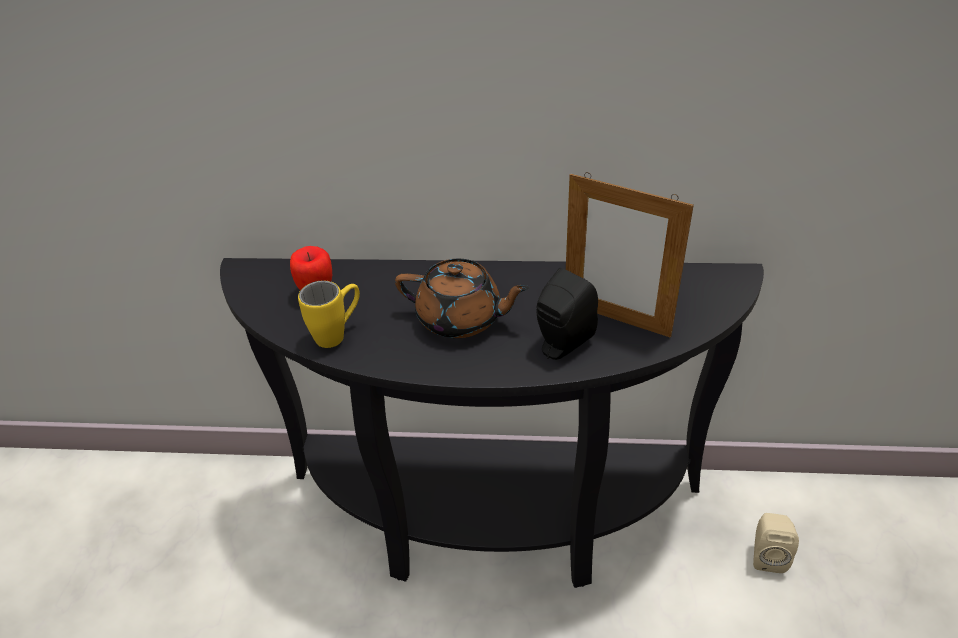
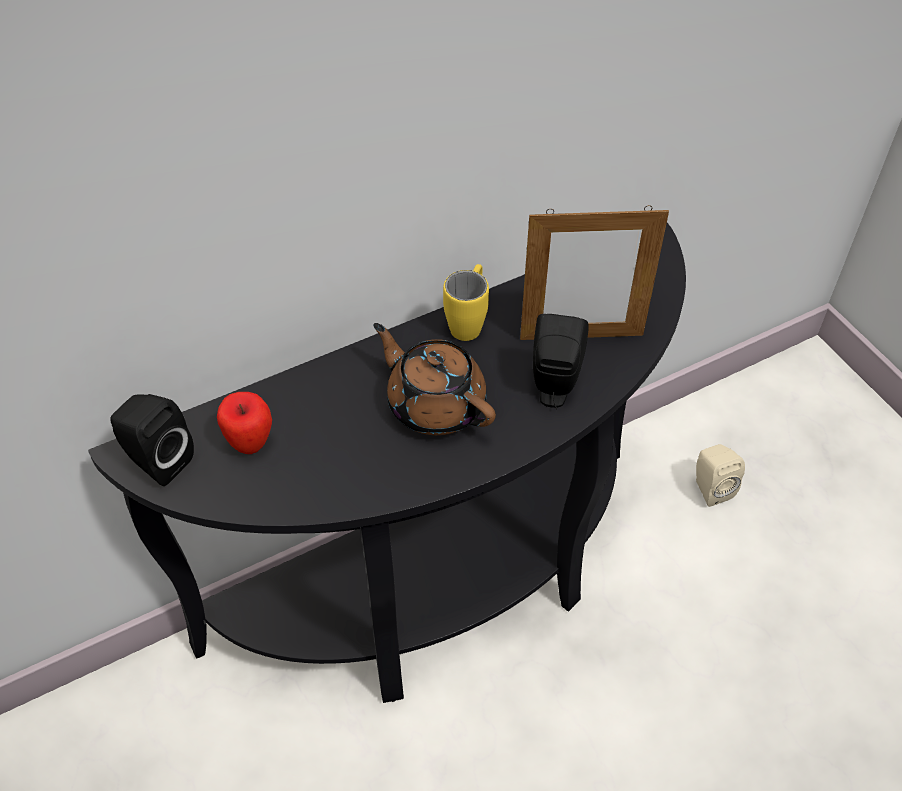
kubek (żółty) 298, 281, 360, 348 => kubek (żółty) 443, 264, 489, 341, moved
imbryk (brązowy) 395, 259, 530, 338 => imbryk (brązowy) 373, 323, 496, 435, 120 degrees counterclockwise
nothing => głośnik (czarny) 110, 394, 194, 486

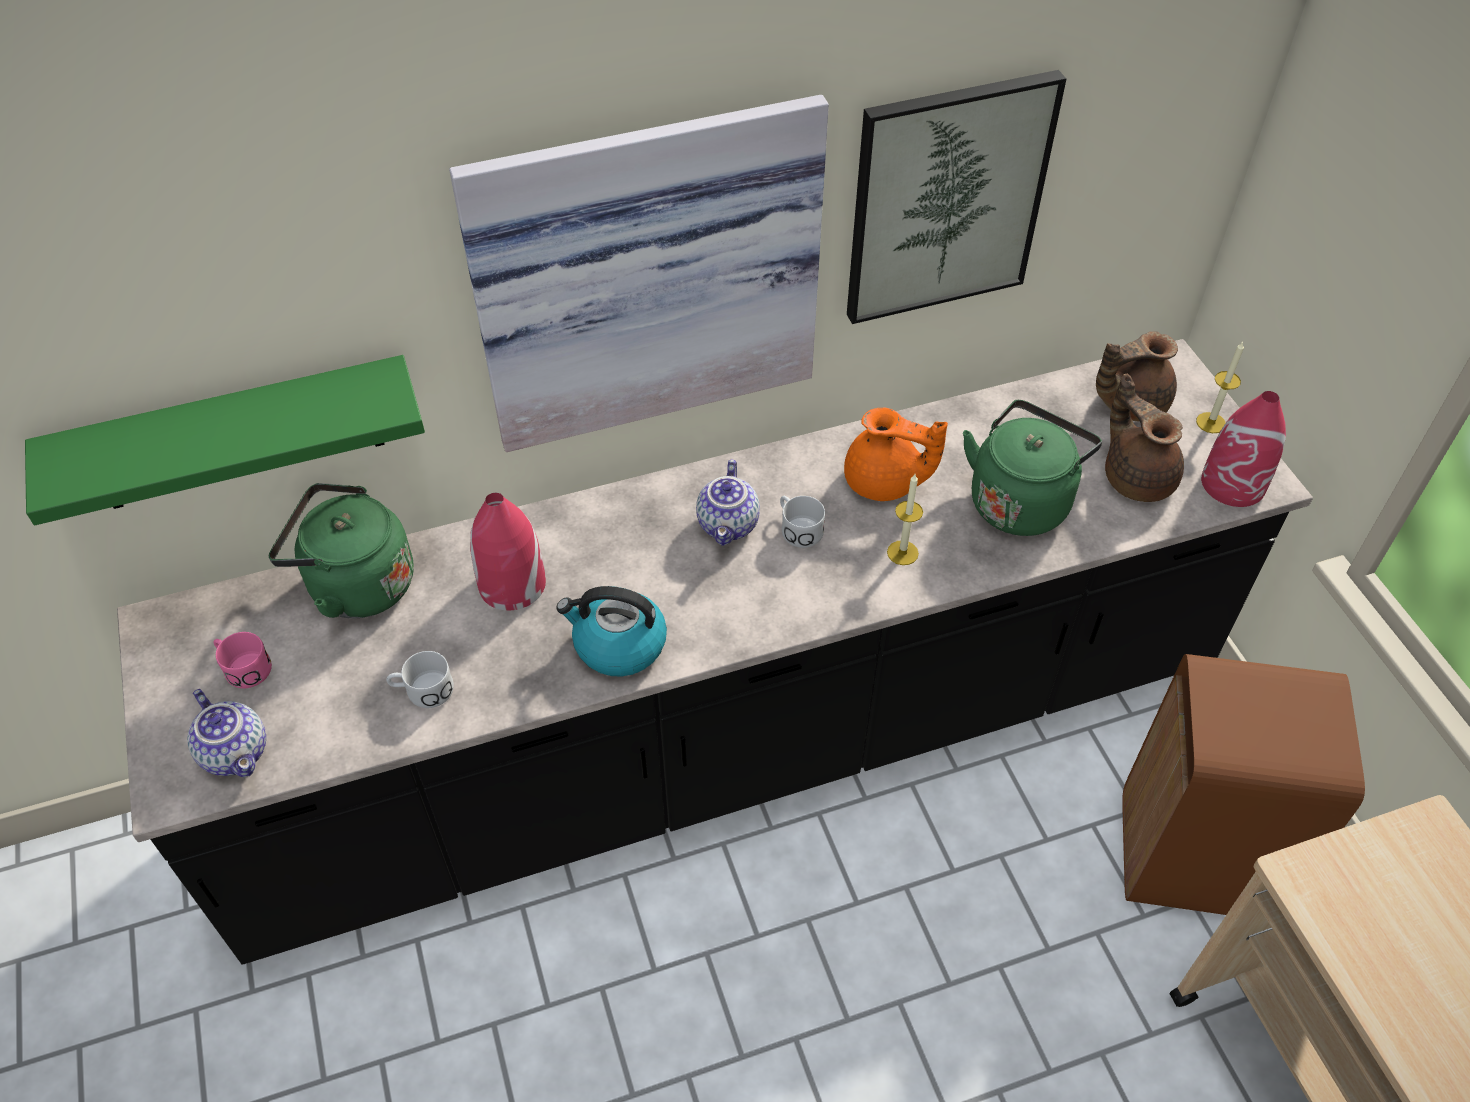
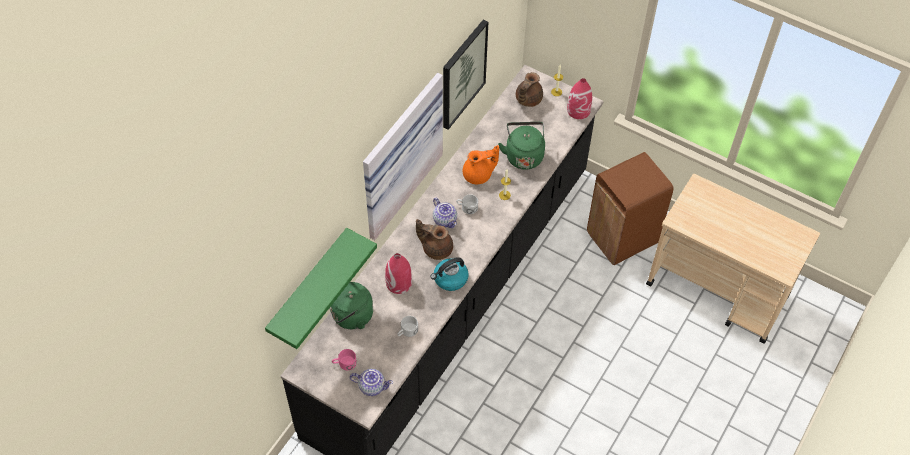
imbryk (brązowy) 1105, 374, 1184, 502 => imbryk (brązowy) 416, 219, 453, 260, moved

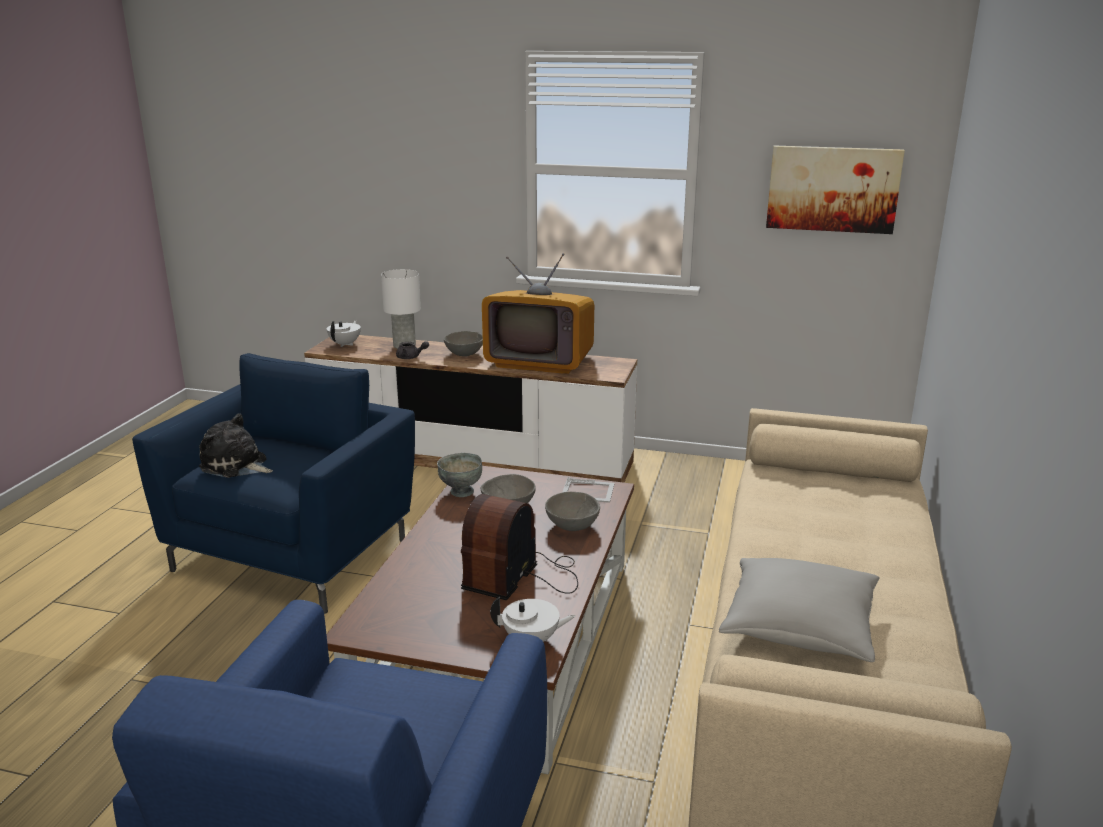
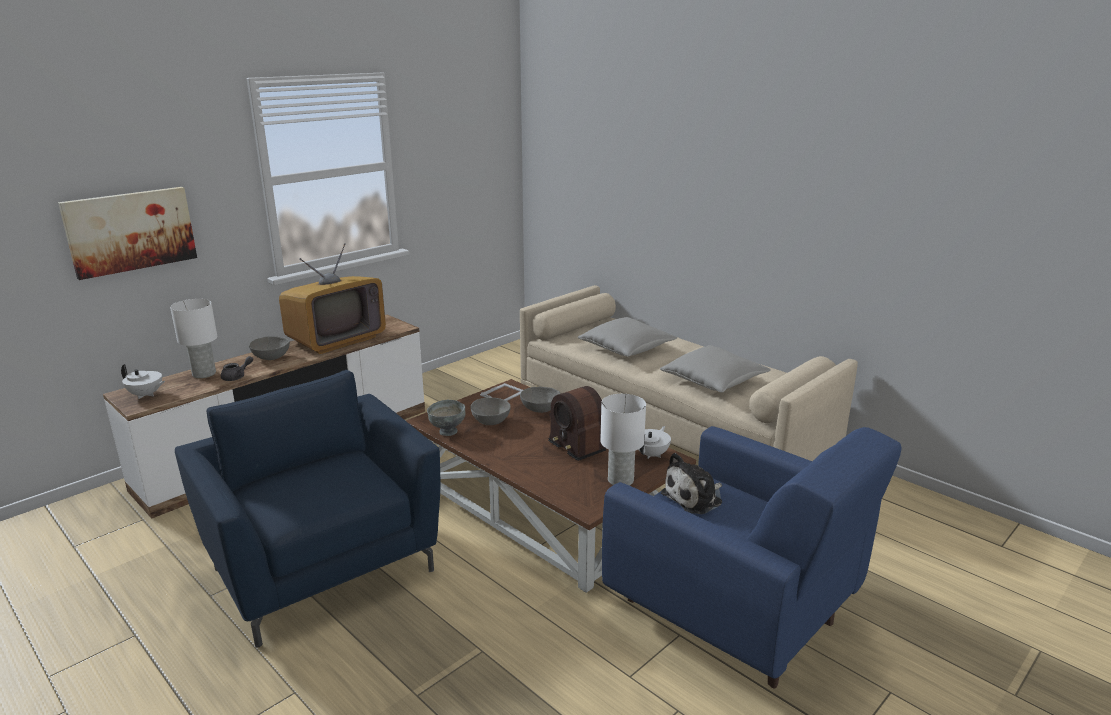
pluszak 199, 414, 273, 478 => pluszak 661, 453, 722, 514, moved
imbryk (biały) 327, 320, 361, 347 => imbryk (biały) 121, 364, 165, 399, 150 degrees clockwise
obraz 766, 146, 905, 234 => obraz 58, 187, 197, 280, moved
nothing => poduszka (szary) 578, 317, 677, 357
nothing => lampa stołowa (biały) 600, 394, 646, 486

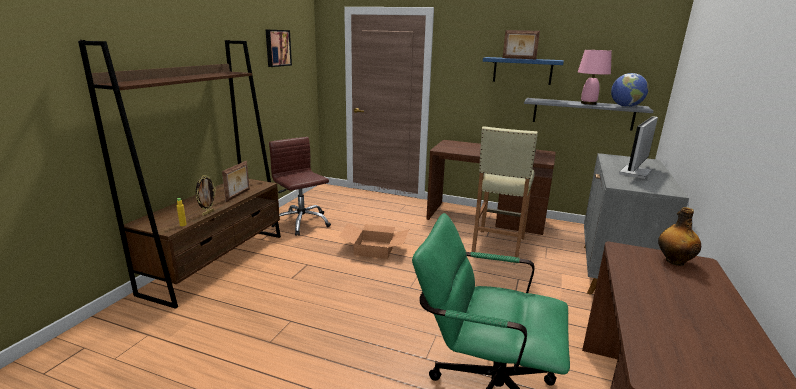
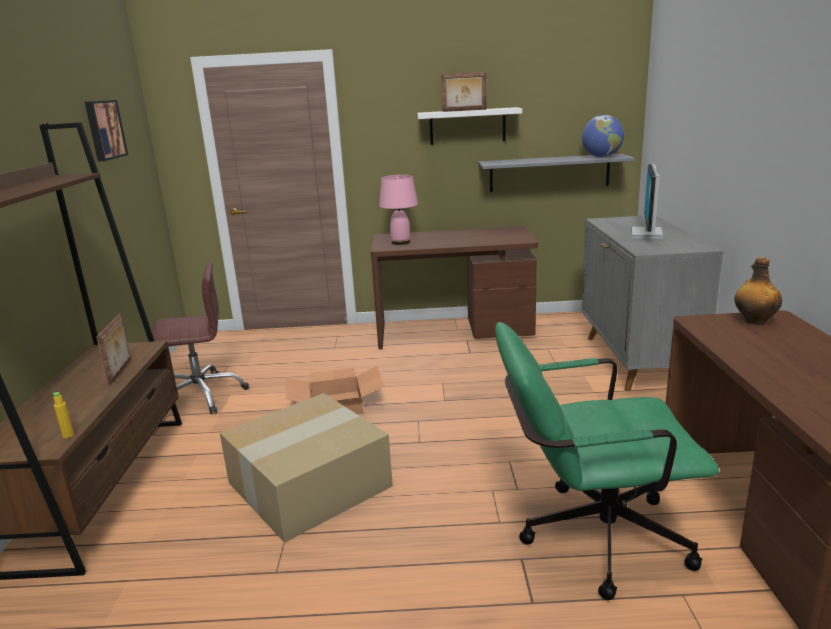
ramka na zdjęcie 196, 175, 216, 216 => nothing
krzesło biurowe (brązowy) 269, 137, 331, 236 => krzesło biurowe (brązowy) 152, 262, 249, 414, 135 degrees clockwise
stołek (beżowy) 471, 126, 538, 257 => nothing
półka (niebieski) 483, 57, 564, 85 => półka (biały) 417, 107, 522, 145
lampa stołowa (różowy) 578, 50, 612, 105 => lampa stołowa (różowy) 379, 175, 418, 245, moved
nothing => karton 220, 393, 393, 543

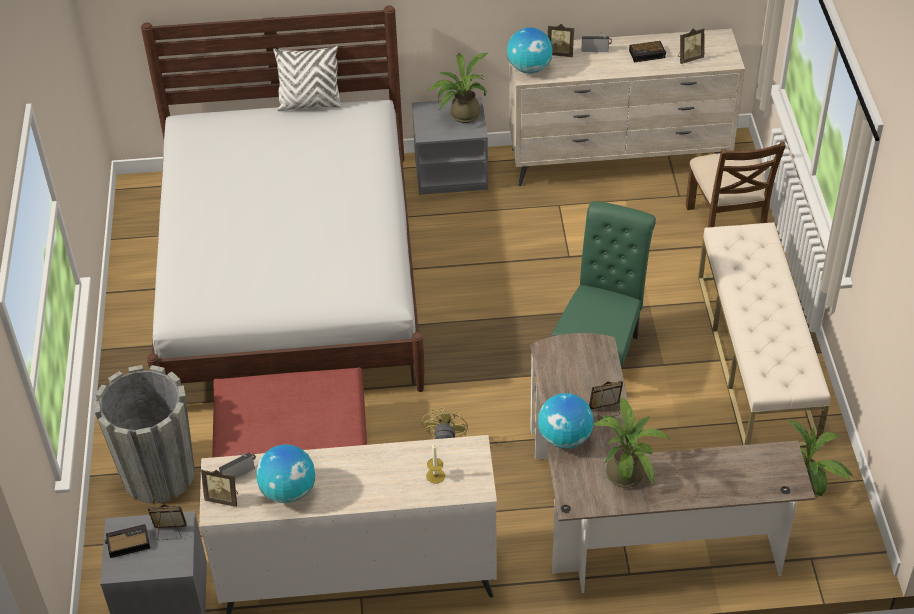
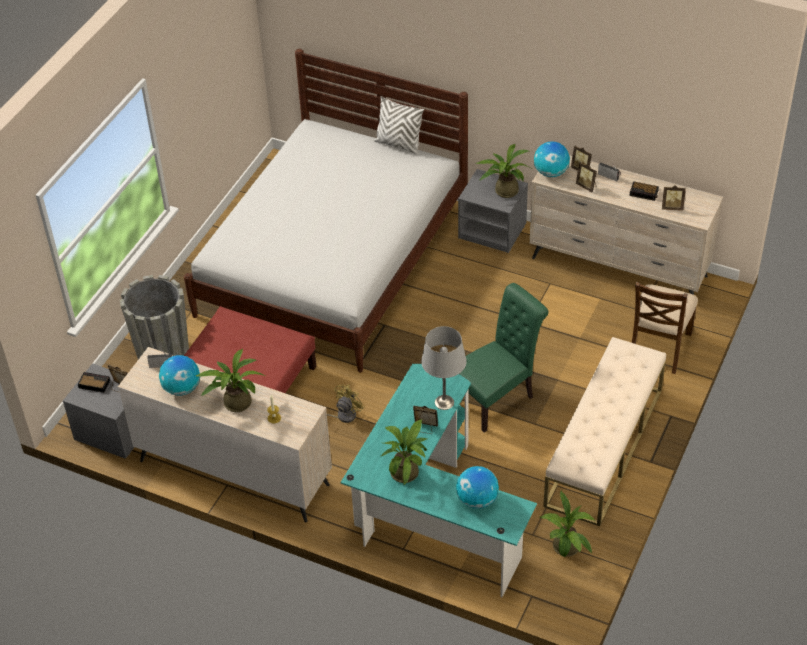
ramka na zdjęcie 201, 469, 238, 507 => ramka na zdjęcie 576, 162, 597, 192, moved
biurko (brązowy) 530, 333, 815, 593 => biurko (turkusowy) 341, 364, 537, 597
globus 538, 393, 593, 449 => globus 456, 466, 499, 509, moved
nothing => roślina doniczkowa 195, 349, 265, 412
nothing => lampa stołowa (szary) 421, 326, 467, 410

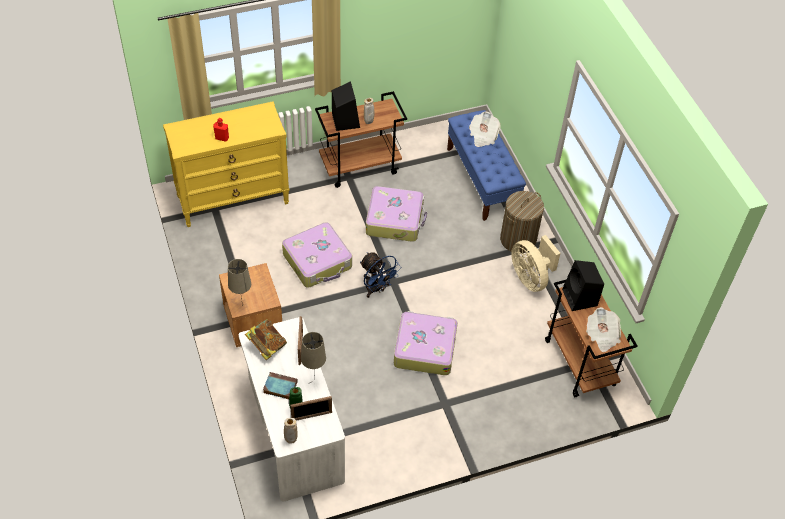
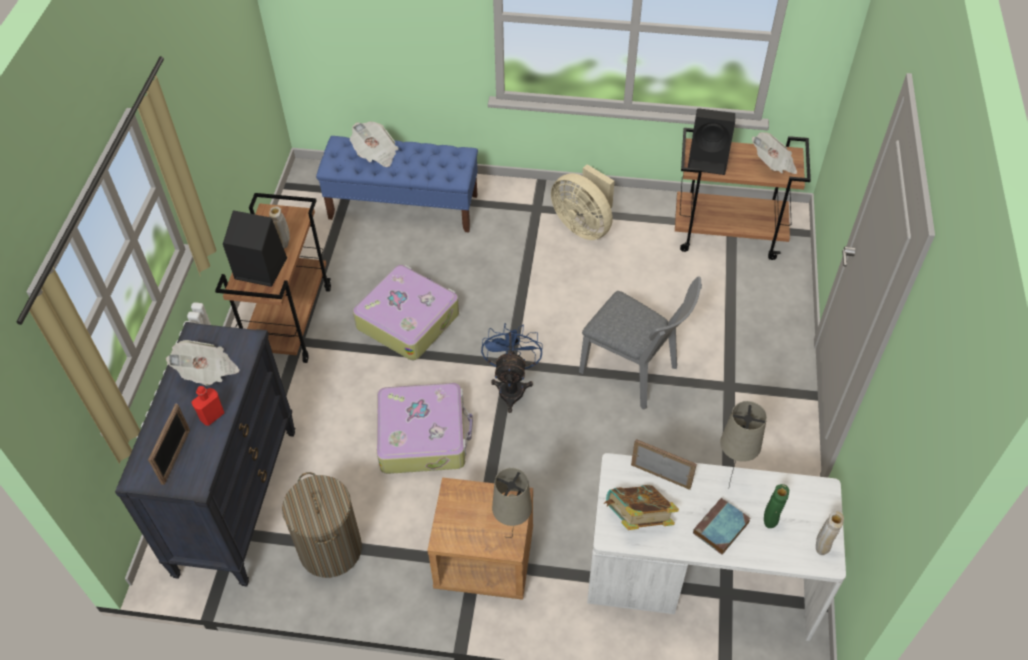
komoda (żółty) 163, 101, 290, 227 => komoda (czarny) 115, 322, 295, 586
ramka na zdjęcie 290, 396, 332, 421 => ramka na zdjęcie 148, 404, 190, 485, moved
wentylator (niebieski) 360, 252, 401, 298 => wentylator (niebieski) 481, 323, 543, 413, 75 degrees counterclockwise
walizka 394, 311, 458, 375 => krzesło (szary) 579, 276, 702, 410
kosz na pranie 500, 191, 544, 253 => kosz na pranie 282, 472, 362, 578, moved
wentylator (beżowy) 511, 235, 561, 292 => wentylator (beżowy) 551, 164, 615, 240, 45 degrees clockwise
nothing => gazeta 166, 340, 240, 386

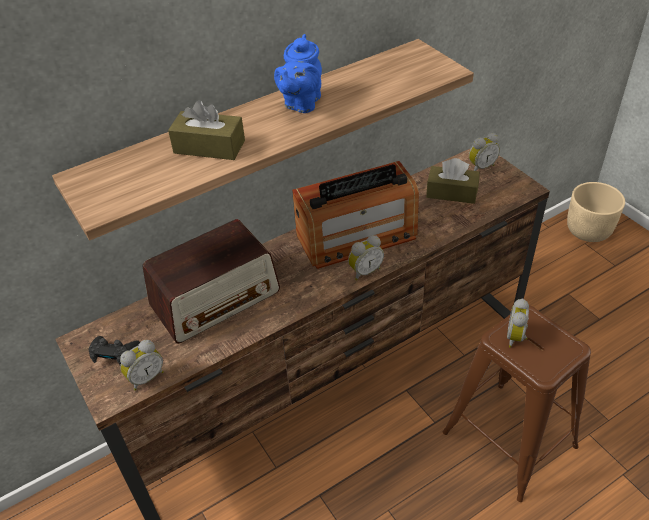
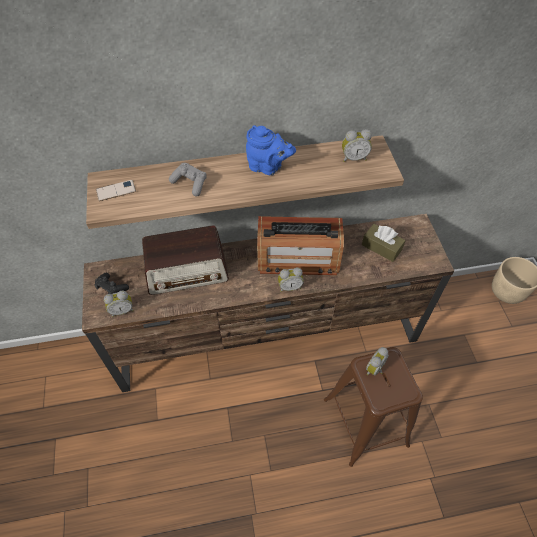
pudełko chusteczek (brązowy) 168, 100, 245, 160 => pad do gier (szary) 169, 163, 207, 197
imbryk (niebieski) 274, 34, 322, 113 => imbryk (niebieski) 246, 125, 296, 175, 105 degrees counterclockwise
budzik 469, 133, 500, 171 => budzik 342, 129, 372, 162, moved
nothing => telefon 96, 180, 136, 201

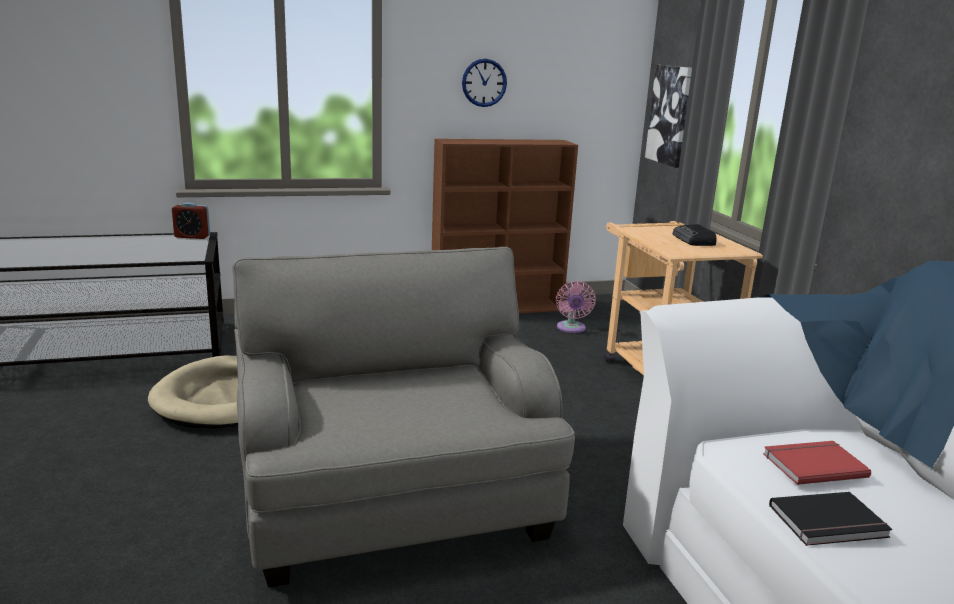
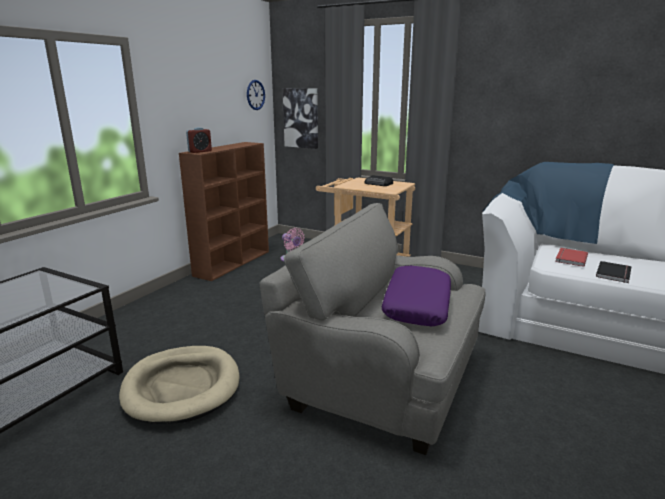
budzik 172, 202, 210, 239 => budzik 186, 127, 212, 153, moved
zegar ścienny 462, 59, 507, 107 => zegar ścienny 247, 80, 265, 110, moved
nothing => poduszka (fioletowy) 382, 266, 451, 327

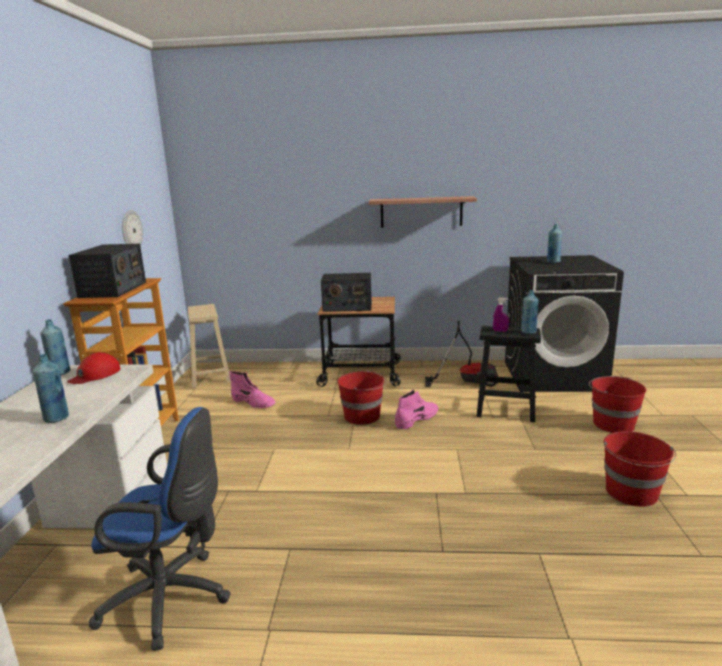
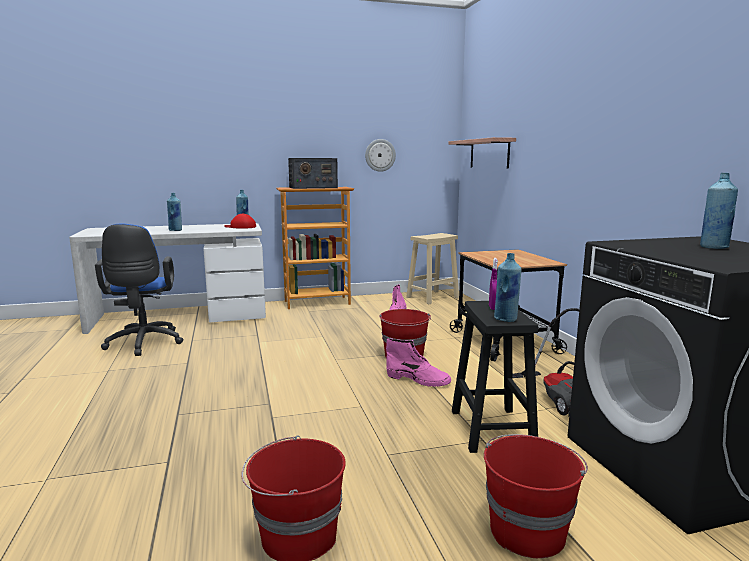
radio 321, 273, 372, 312 => nothing
półka 369, 196, 477, 228 => półka 448, 137, 516, 169, moved

